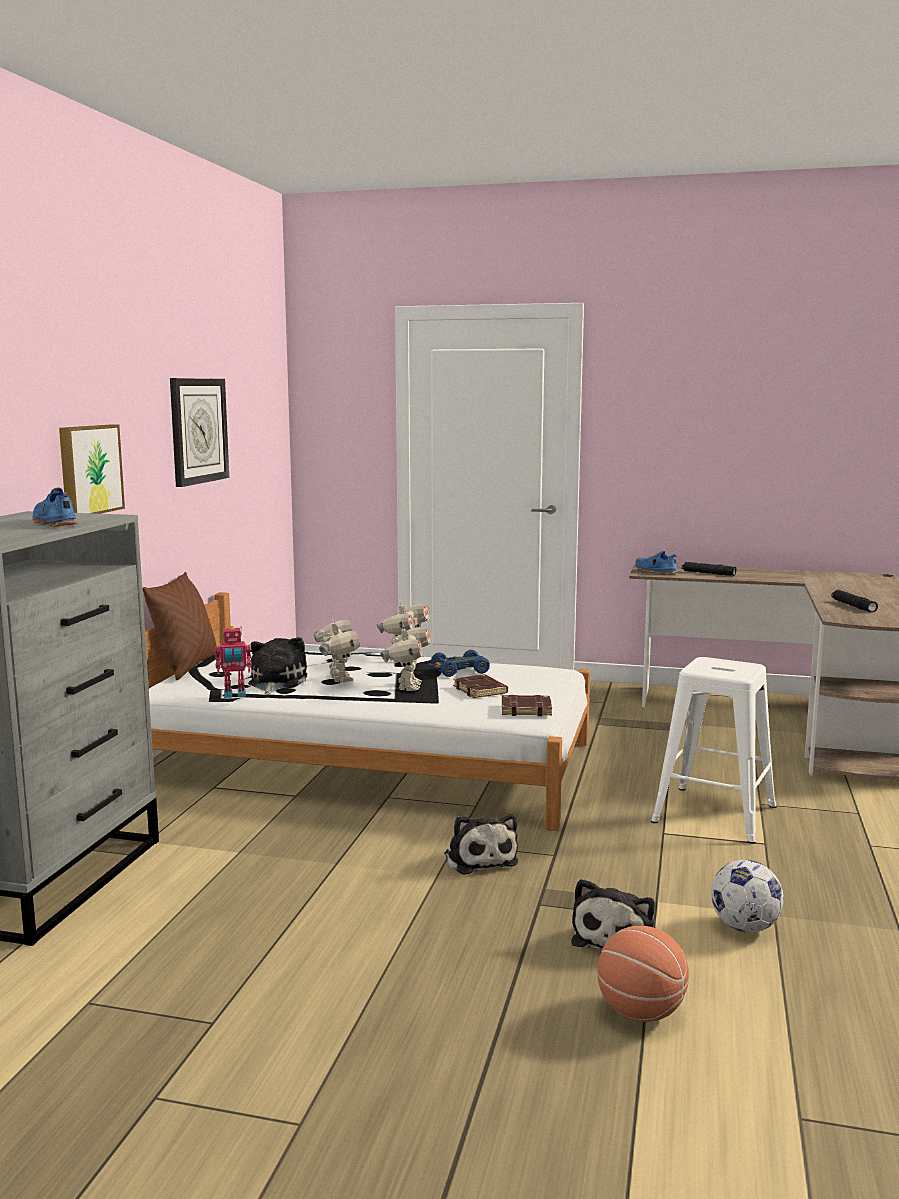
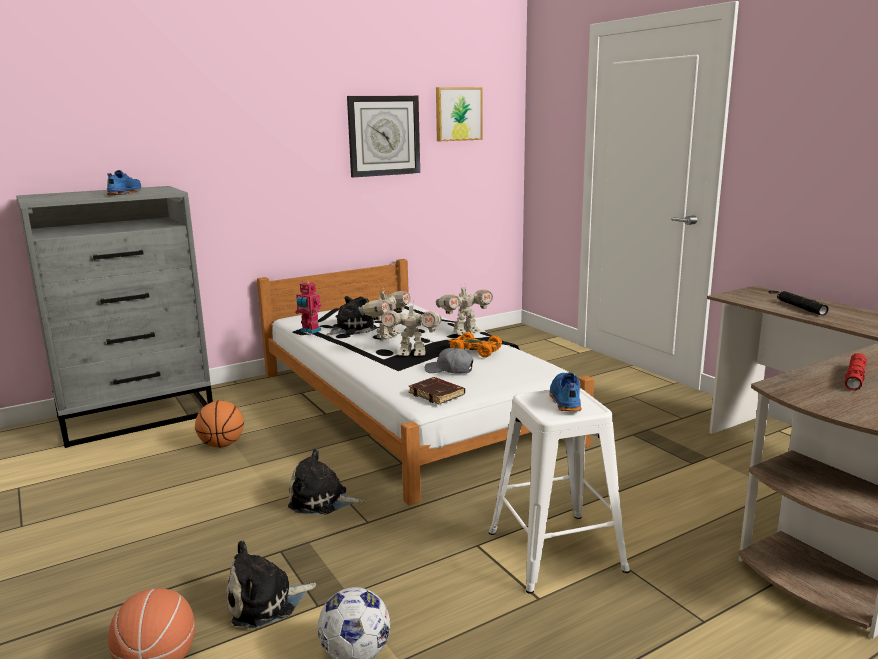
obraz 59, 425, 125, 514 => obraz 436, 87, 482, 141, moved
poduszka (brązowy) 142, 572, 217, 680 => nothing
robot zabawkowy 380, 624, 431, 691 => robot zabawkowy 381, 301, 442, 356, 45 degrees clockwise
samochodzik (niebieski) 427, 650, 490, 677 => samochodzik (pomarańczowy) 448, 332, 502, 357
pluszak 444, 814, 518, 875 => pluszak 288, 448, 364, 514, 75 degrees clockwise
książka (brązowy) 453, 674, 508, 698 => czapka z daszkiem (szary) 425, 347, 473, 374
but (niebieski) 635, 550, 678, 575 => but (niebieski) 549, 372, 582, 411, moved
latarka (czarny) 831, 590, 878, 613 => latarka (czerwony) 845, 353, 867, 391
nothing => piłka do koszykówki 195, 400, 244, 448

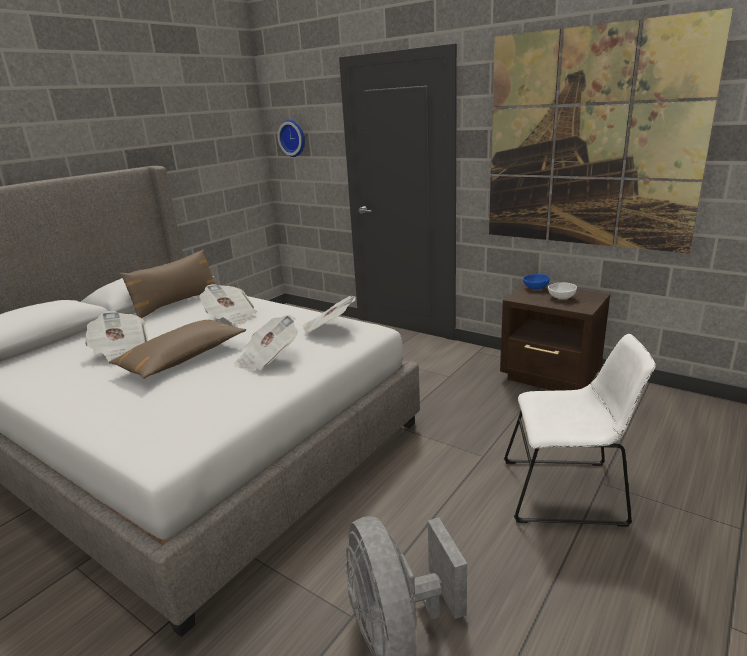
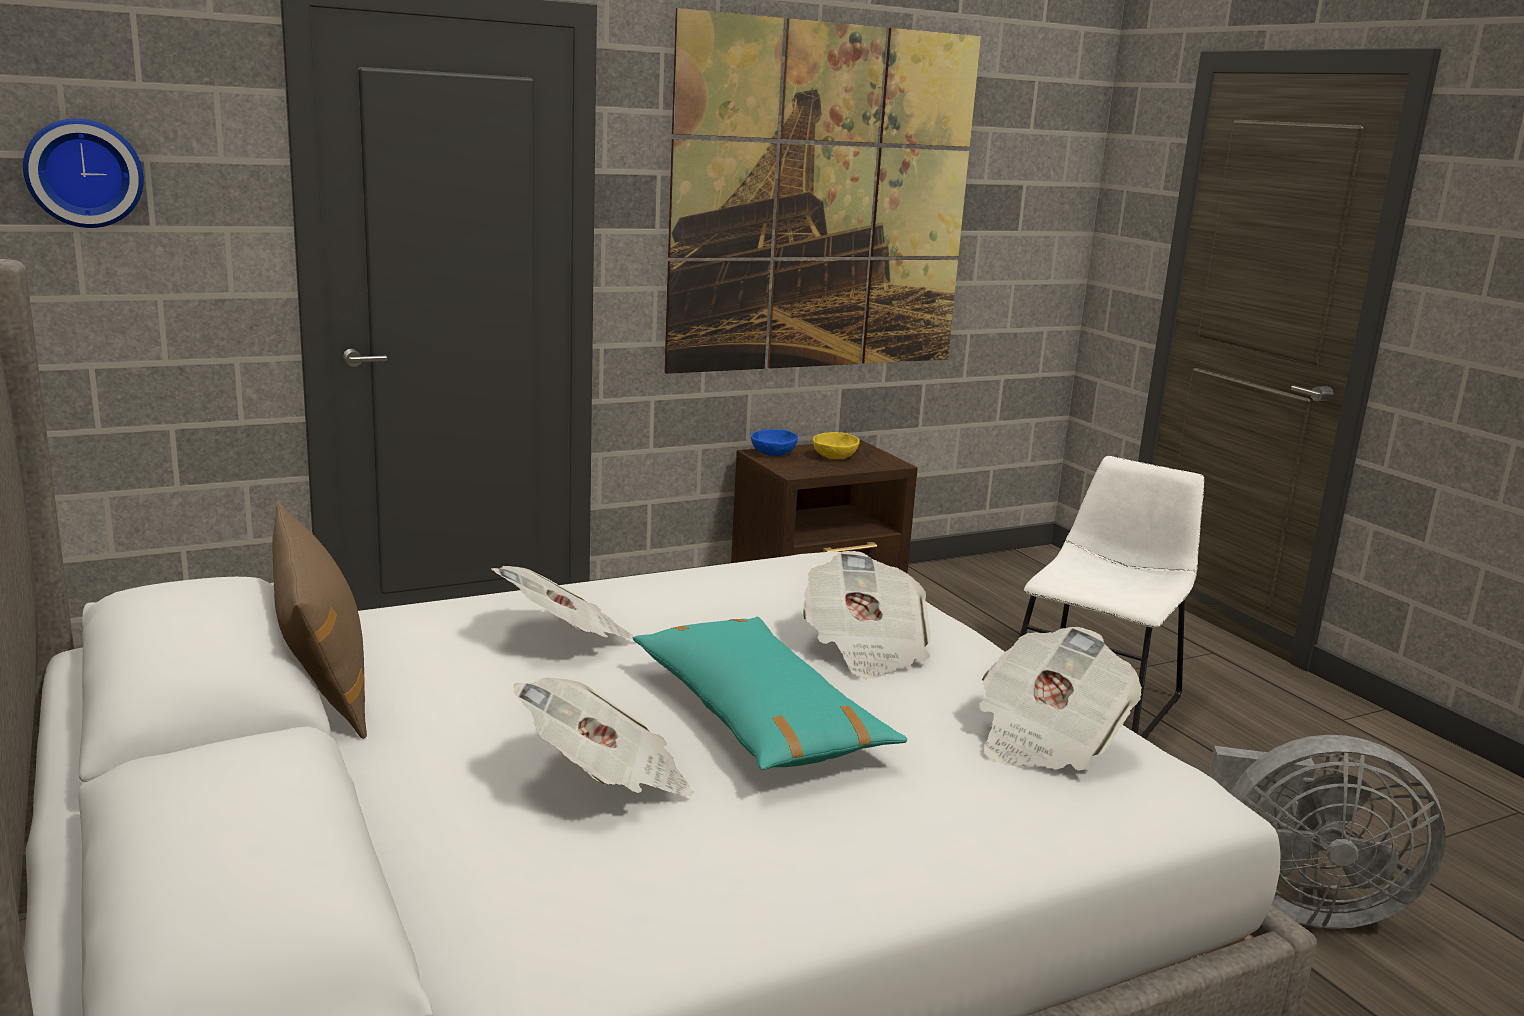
poduszka (brązowy) 109, 319, 246, 379 => poduszka (turkusowy) 633, 617, 907, 770
gazeta 303, 296, 356, 334 => gazeta 978, 627, 1142, 771, moved
miska (biały) 548, 283, 577, 299 => miska (żółty) 813, 432, 860, 459

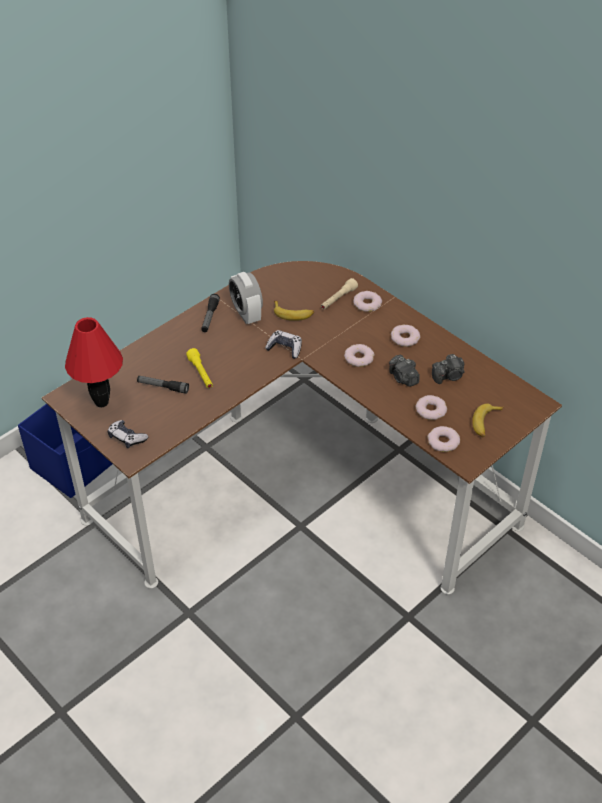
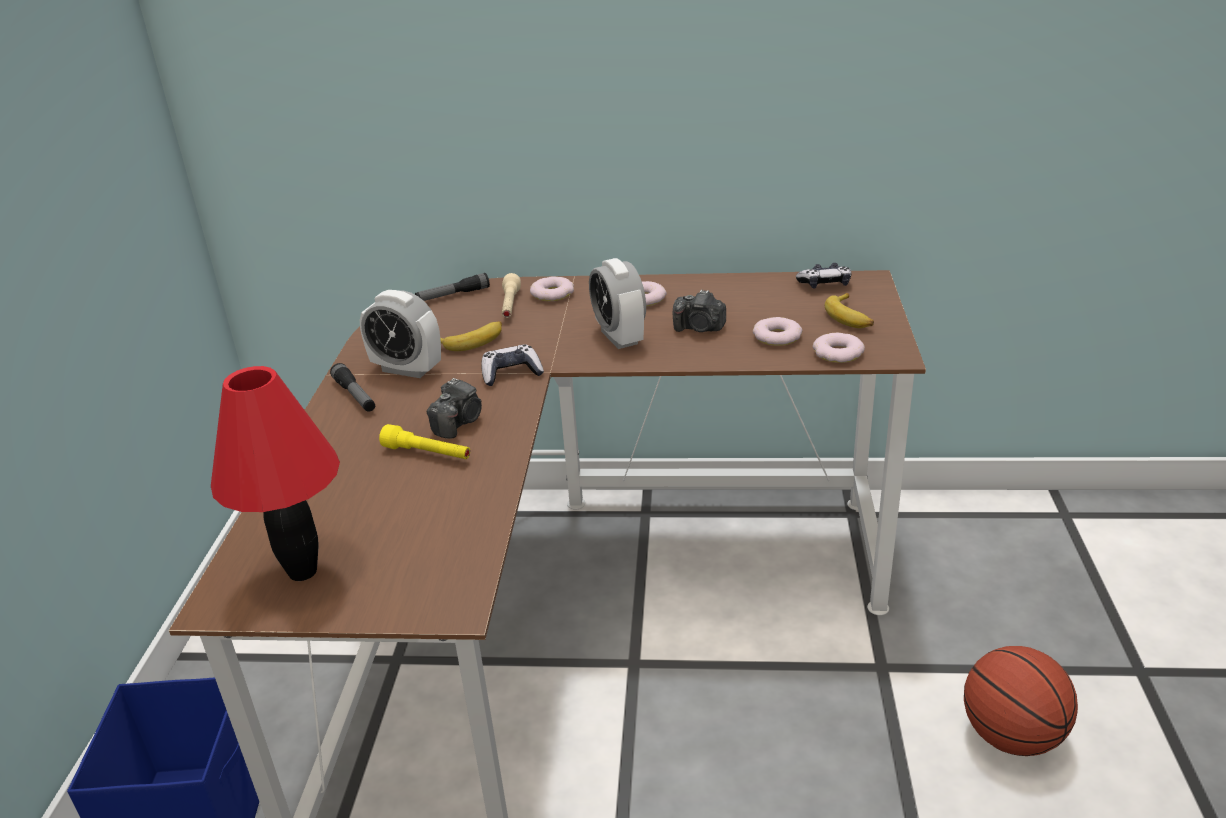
pad do gier 108, 420, 148, 448 => pad do gier 796, 263, 852, 289, moved
latarka 137, 376, 189, 394 => latarka 415, 273, 490, 301, moved
donut 344, 344, 375, 367 => budzik 589, 258, 646, 349
aparat fotograficzny 432, 354, 465, 384 => aparat fotograficzny 426, 378, 482, 439, moved
nothing => piłka do koszykówki 964, 646, 1078, 756

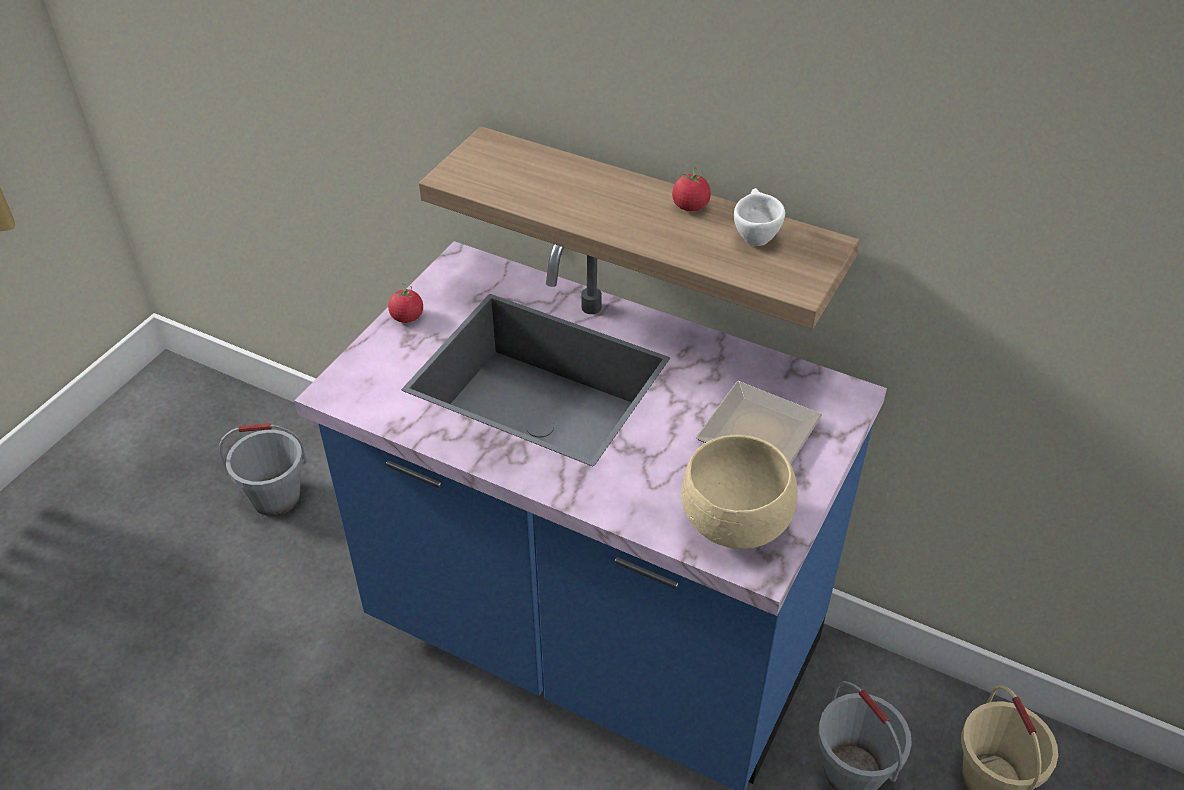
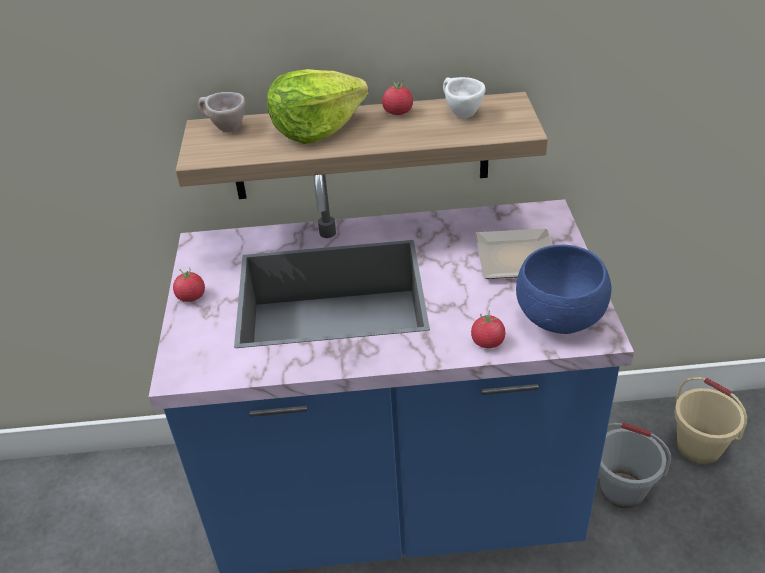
wiadro (szary) 219, 423, 307, 516 => nothing
miska (beżowy) 681, 435, 798, 549 => miska (niebieski) 516, 245, 611, 334
nothing => filiżanka (beżowy) 198, 92, 245, 132
nothing => sałata 267, 69, 369, 144
nothing => pomidor 471, 310, 506, 348

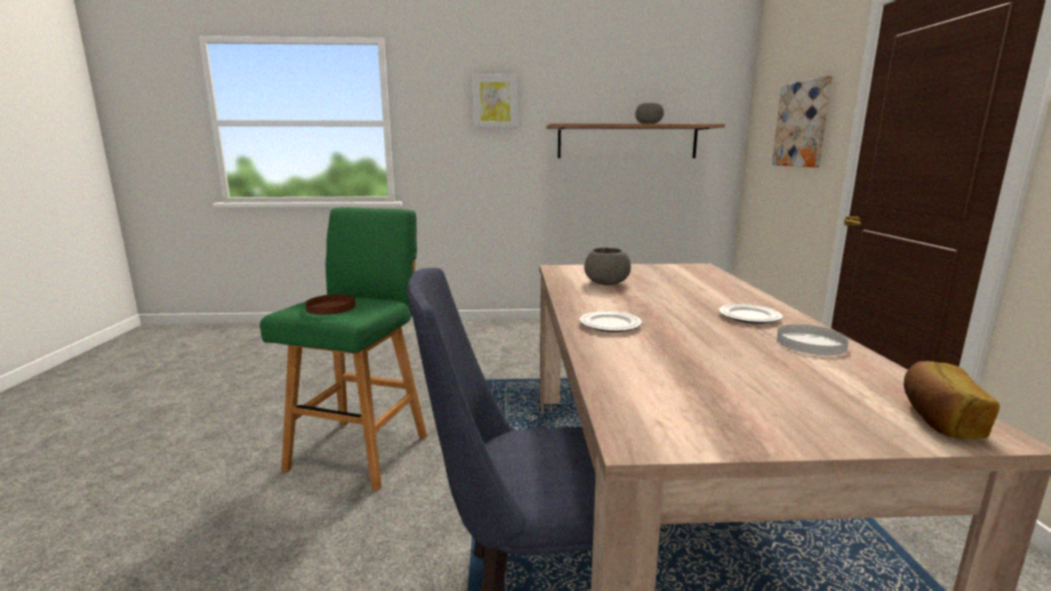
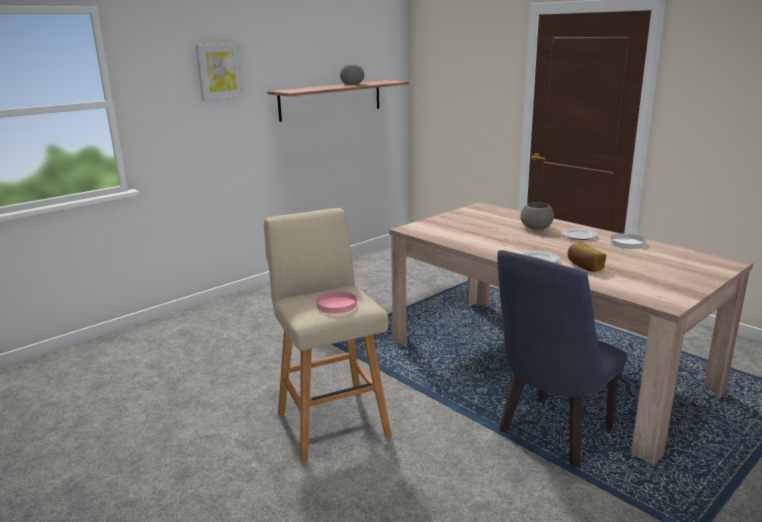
stołek (zielony) 260, 207, 427, 491 => stołek (beżowy) 264, 208, 392, 462
talerz (brązowy) 305, 294, 356, 315 => talerz (różowy) 317, 291, 357, 314
miska (szary) 584, 247, 631, 285 => miska (szary) 520, 202, 554, 230, moved
obraz 772, 75, 833, 167 => nothing
chleb 904, 361, 1000, 439 => chleb 567, 243, 606, 272, moved

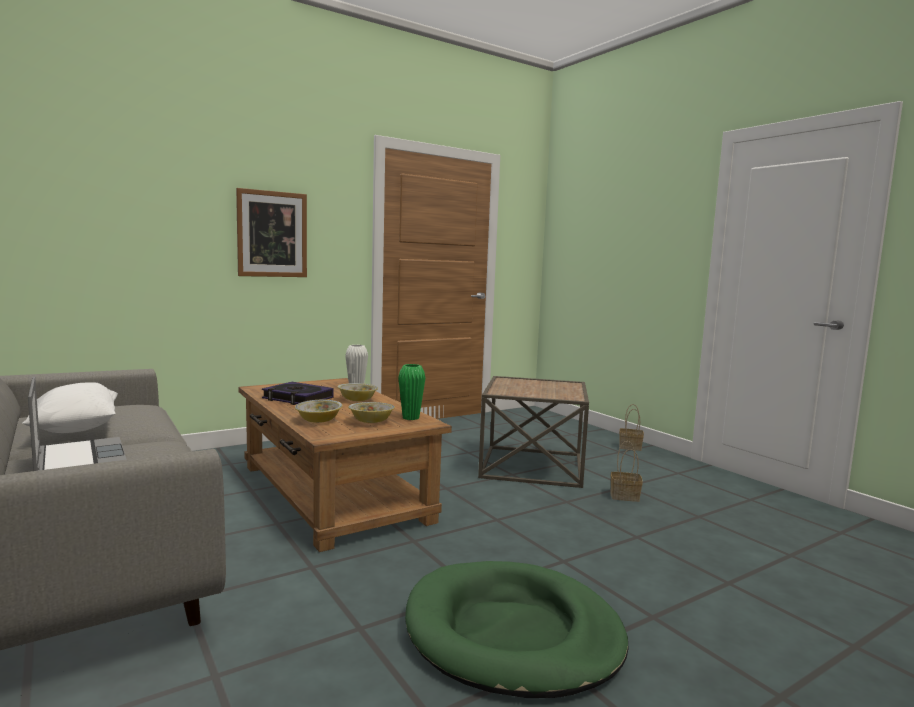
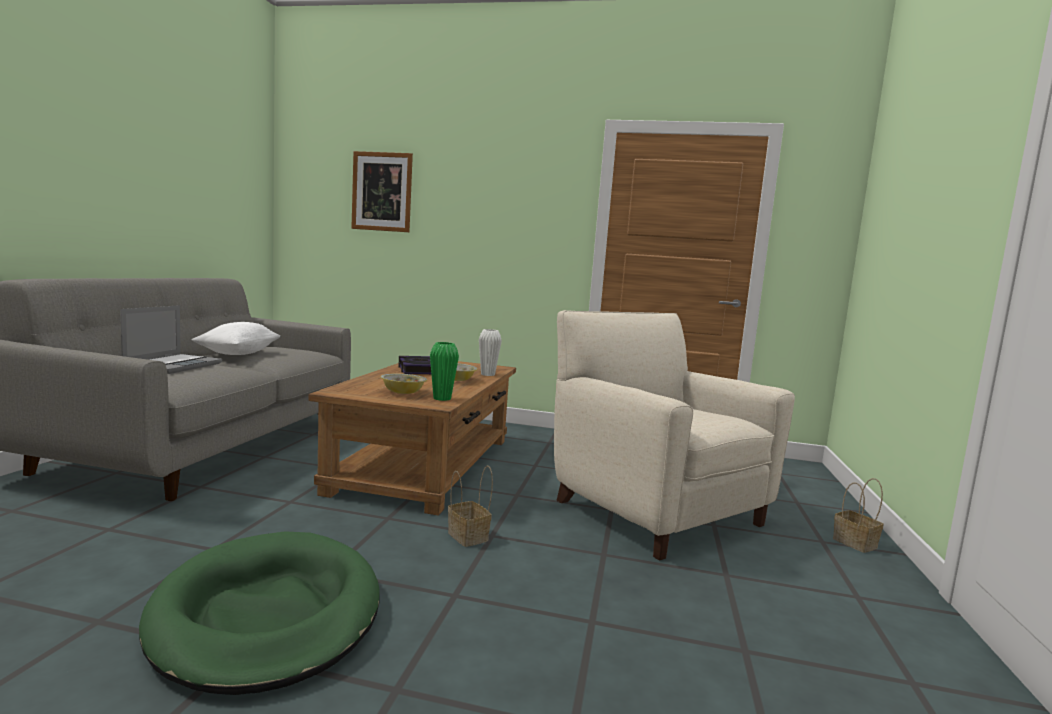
obraz 236, 188, 307, 277 => obraz 351, 151, 413, 232, moved
miska 295, 400, 343, 423 => nothing
stolik (brązowy) 478, 376, 589, 488 => fotel (beżowy) 554, 310, 795, 560
koszyk 610, 441, 643, 502 => koszyk 448, 466, 493, 547, moved

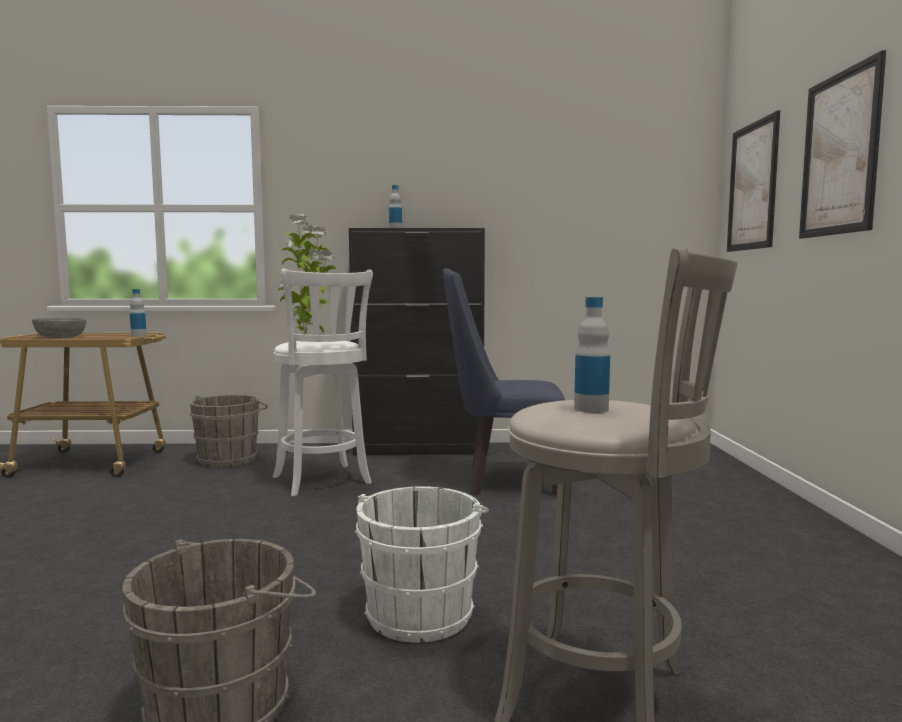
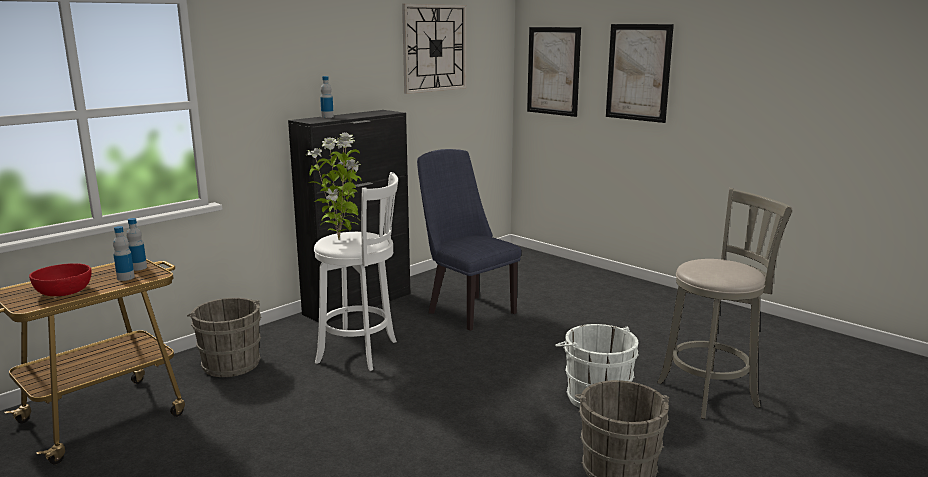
miska (szary) 32, 318, 86, 338 => miska (czerwony) 29, 263, 92, 296
krzesło (niebieski) 443, 268, 565, 495 => krzesło (niebieski) 417, 149, 522, 331, 90 degrees clockwise
butelka 574, 297, 610, 413 => butelka 113, 226, 135, 281, moved
nothing => zegar ścienny 402, 4, 466, 94

